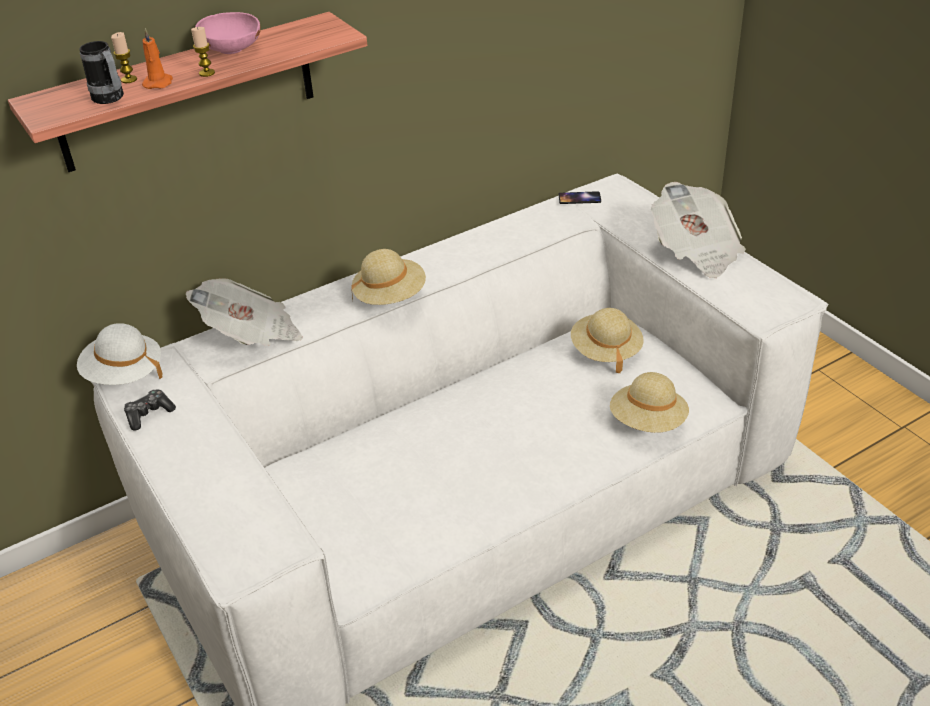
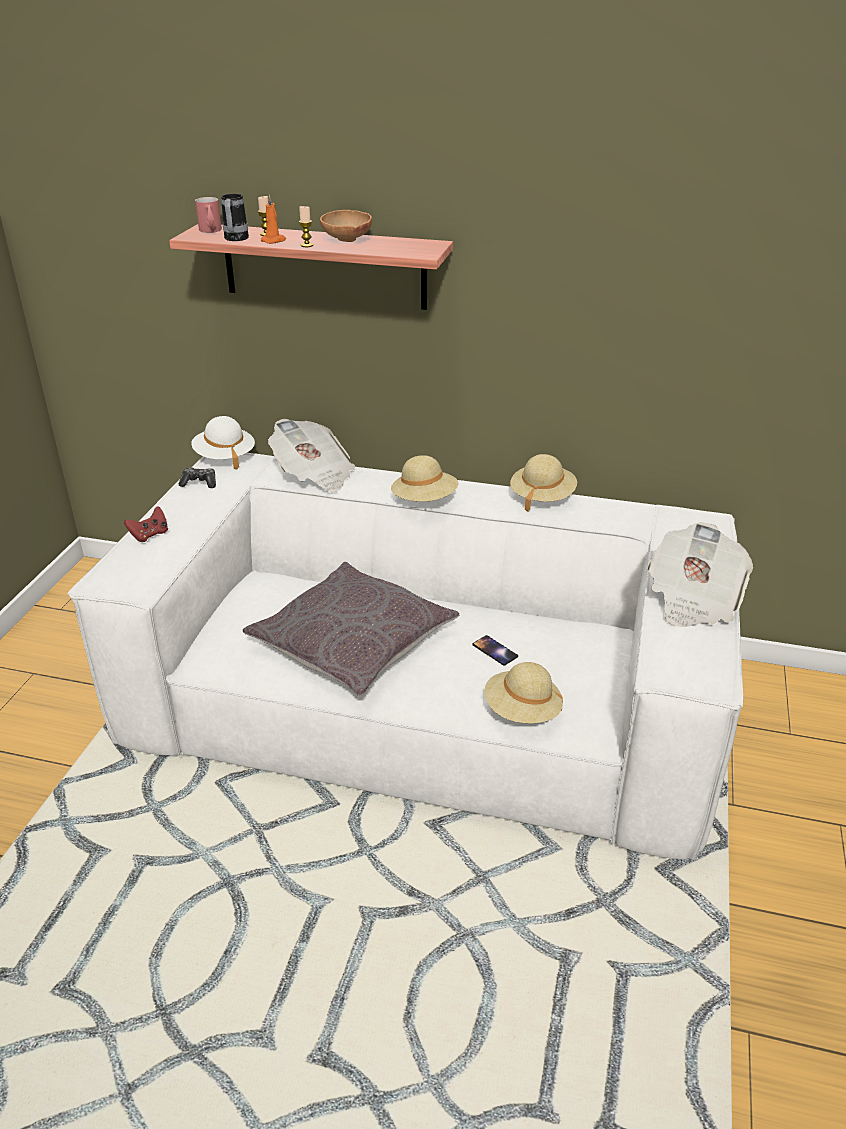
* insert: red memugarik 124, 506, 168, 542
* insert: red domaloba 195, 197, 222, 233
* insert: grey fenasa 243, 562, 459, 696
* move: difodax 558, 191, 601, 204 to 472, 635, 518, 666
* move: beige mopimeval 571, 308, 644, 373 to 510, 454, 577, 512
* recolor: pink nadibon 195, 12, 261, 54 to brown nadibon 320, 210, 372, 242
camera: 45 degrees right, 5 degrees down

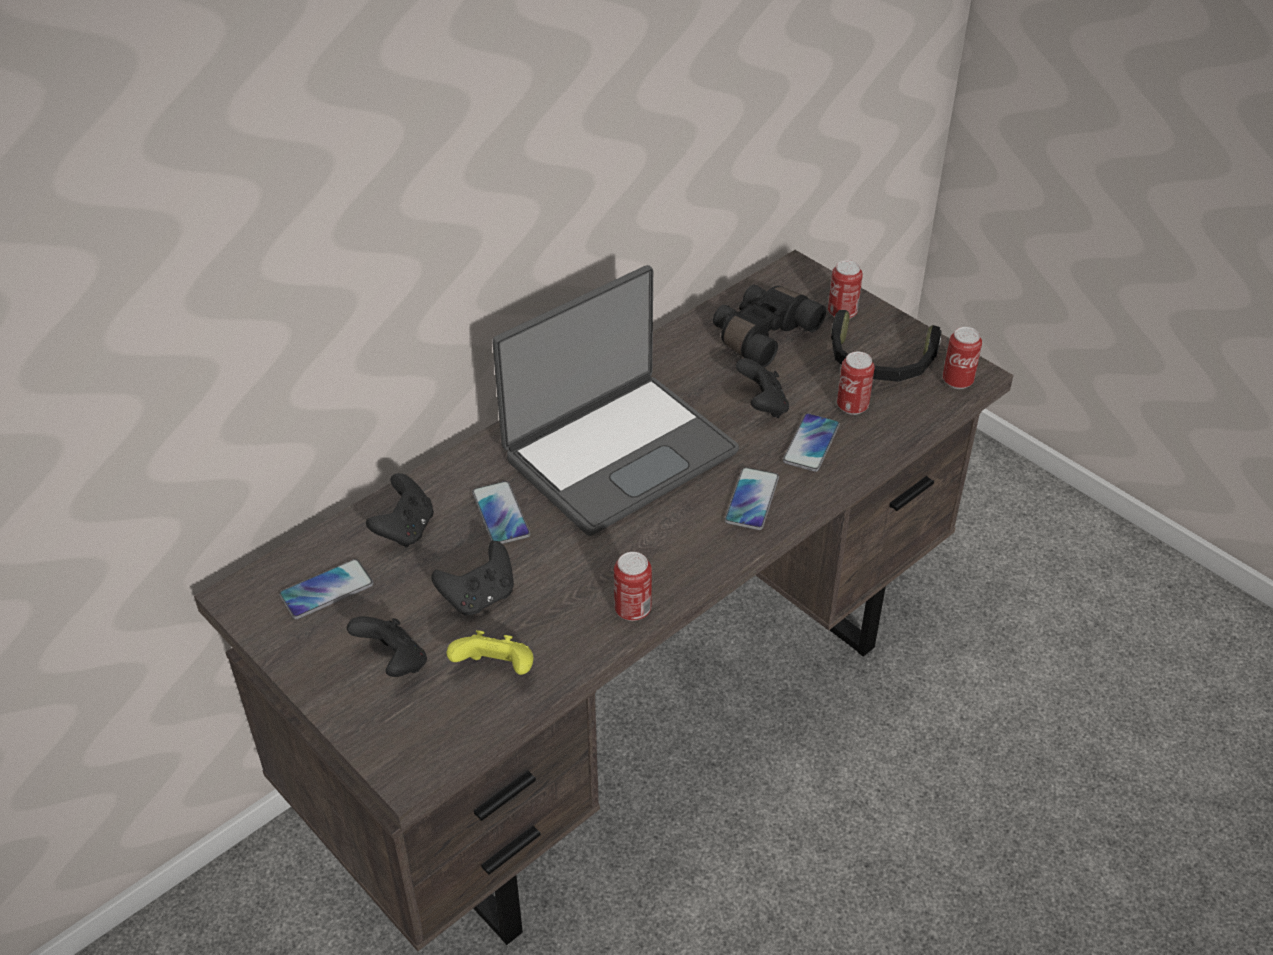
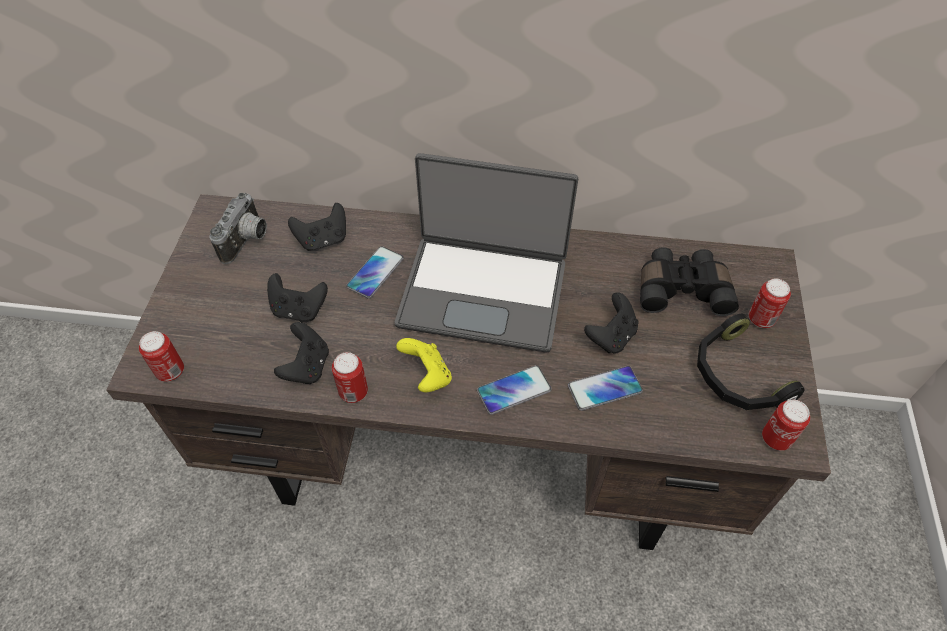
* move: black memugarik 347, 616, 427, 677 to 274, 322, 329, 384
* move: yellow memugarik 447, 630, 533, 675 to 396, 338, 452, 392
* move: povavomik 837, 351, 875, 415 to 139, 331, 184, 382
* replace: difodax 279, 559, 374, 619 to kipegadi 209, 193, 267, 264
camera: 50 degrees right, 10 degrees up

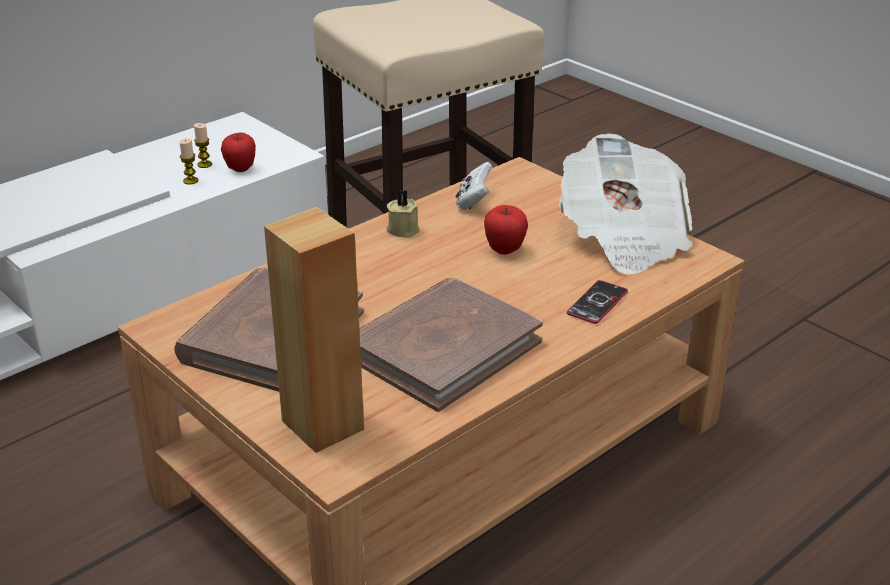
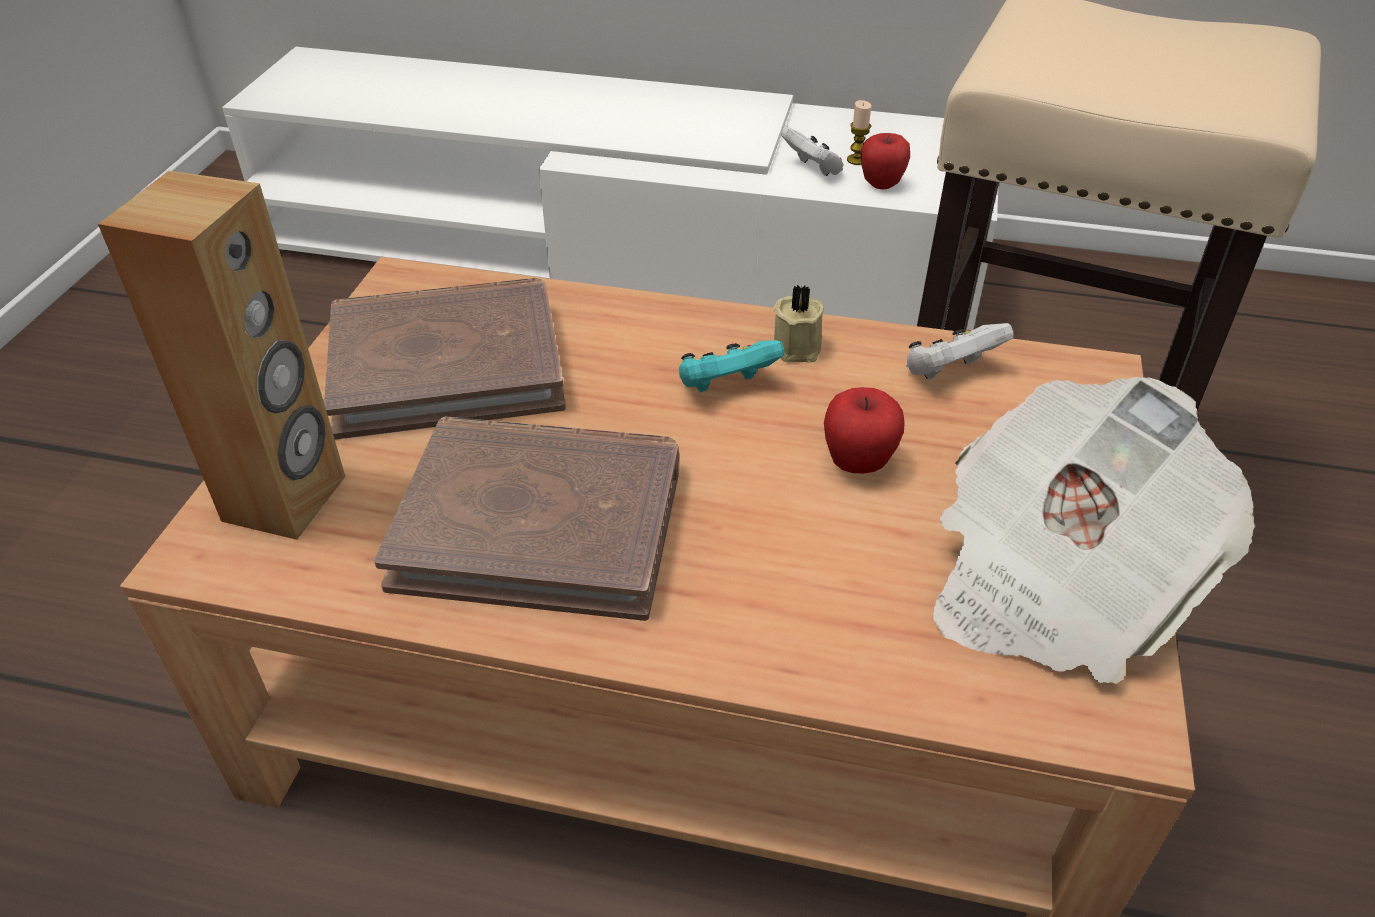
* delete: difodax 567, 280, 628, 324
* insert: turquoise memugarik 679, 340, 784, 393
* replace: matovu 179, 138, 198, 185 to white memugarik 781, 127, 844, 176
camera: 55 degrees right, 10 degrees up

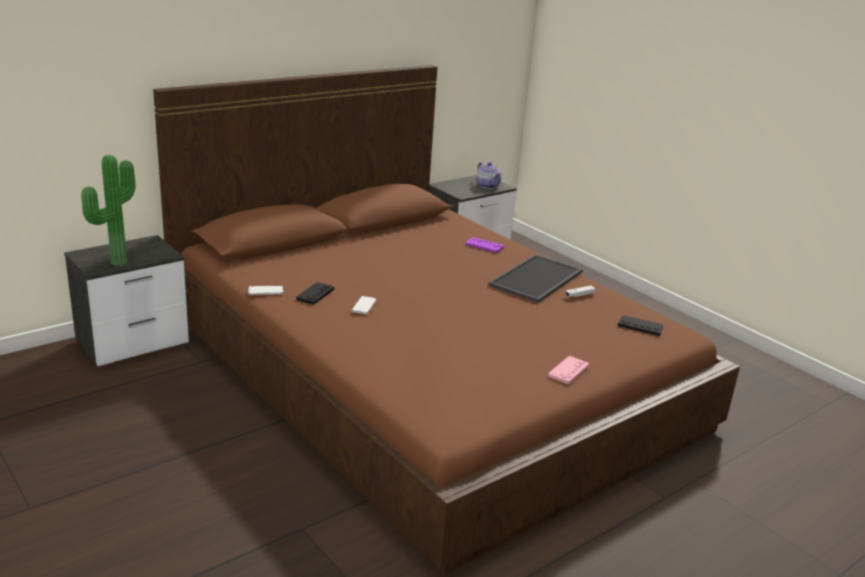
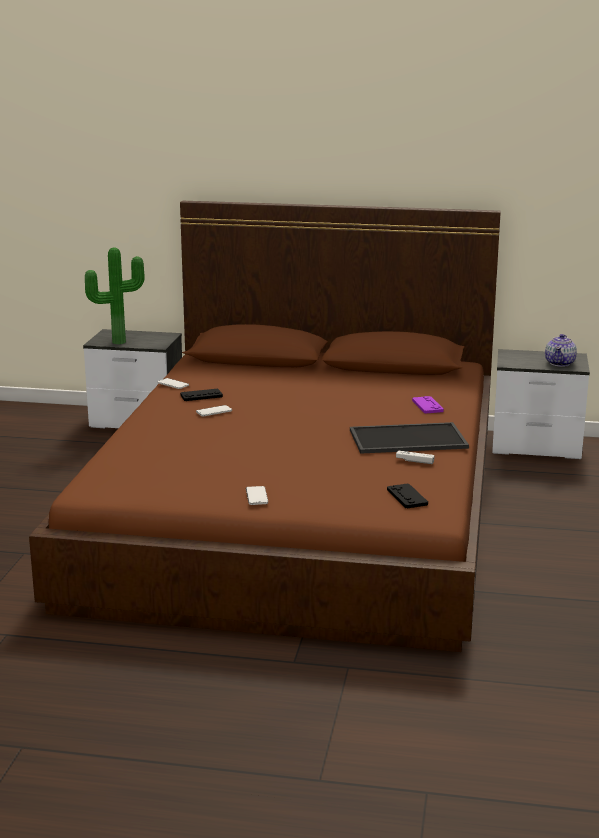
* replace: pink memugarik 548, 356, 589, 384 to difodax 246, 486, 268, 505
camera: 50 degrees right, 5 degrees down

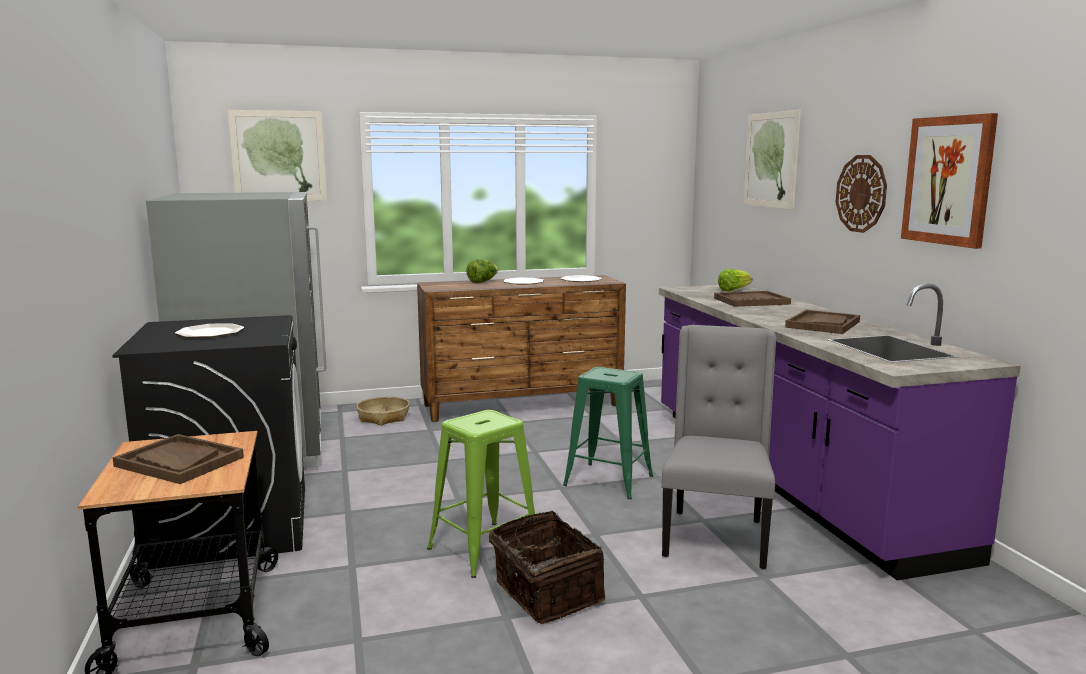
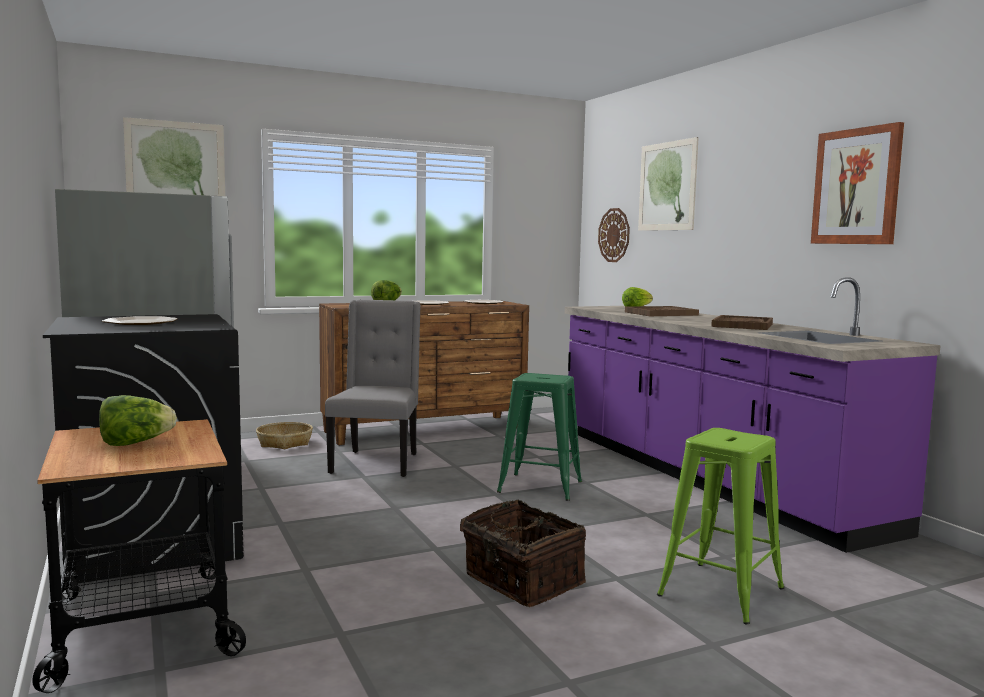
* move: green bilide 427, 410, 535, 578 to 657, 428, 784, 624
* move: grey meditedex 662, 325, 776, 569 to 325, 300, 421, 477
* move: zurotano 836, 155, 887, 233 to 598, 208, 630, 262
* replace: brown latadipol 112, 434, 244, 484 to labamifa 99, 395, 177, 446
camera: 10 degrees left, 5 degrees down

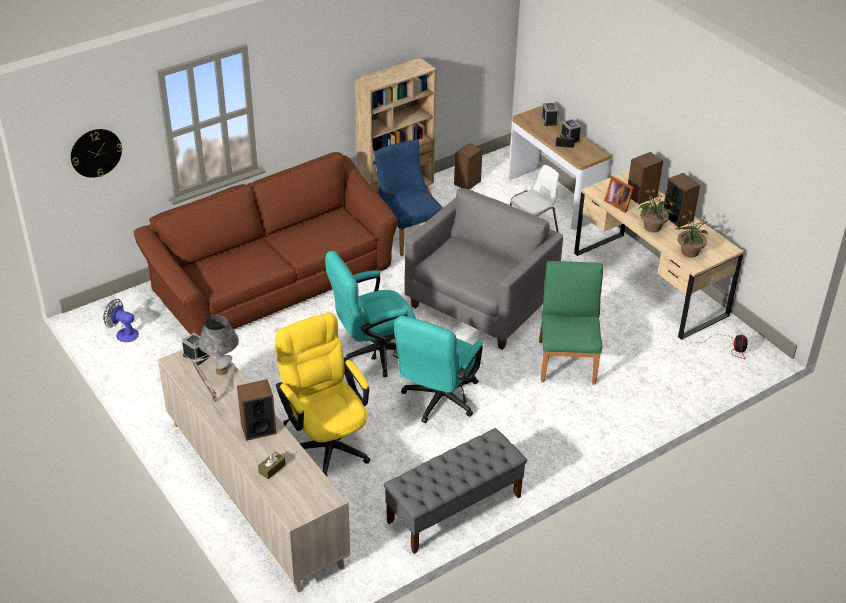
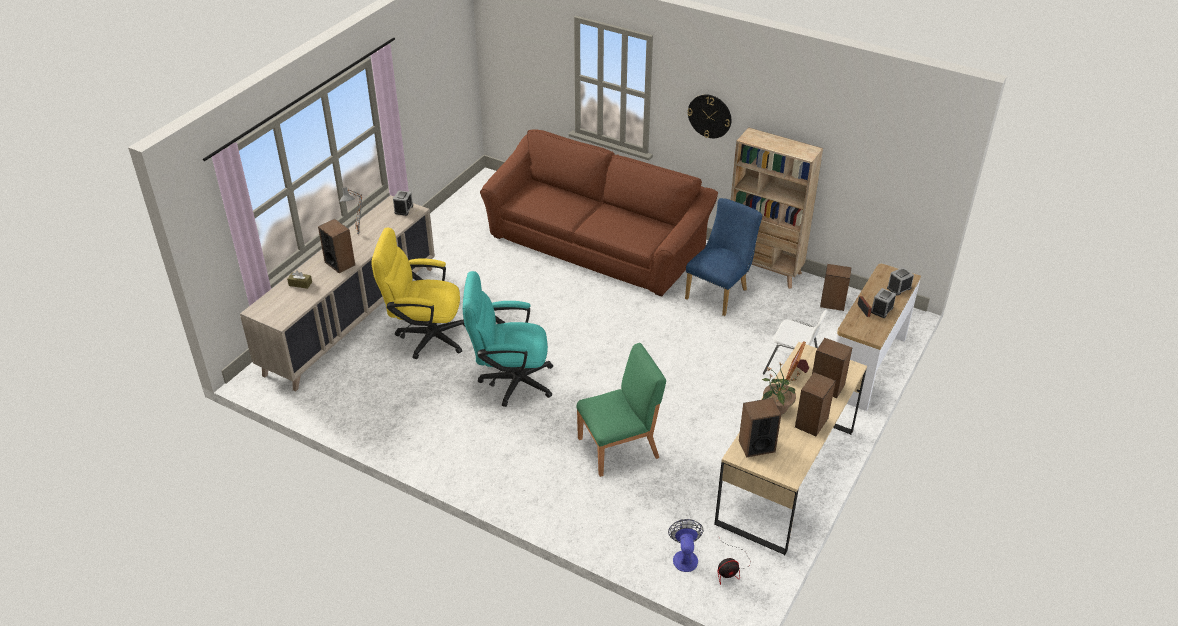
* delete: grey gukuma 198, 315, 239, 375
* delete: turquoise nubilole 325, 251, 416, 377
* delete: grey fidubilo 384, 428, 527, 554
* delete: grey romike 405, 188, 563, 350
* move: zurotano 71, 129, 122, 178 to 688, 94, 731, 138
* move: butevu 103, 299, 139, 342 to 668, 519, 703, 572
* replace: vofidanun 676, 210, 708, 257 to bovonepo 739, 398, 781, 458
* rotate: yellow nubilole 275, 312, 370, 476 = 371, 228, 465, 359 120 degrees counterclockwise
camera: 65 degrees right, 0 degrees up

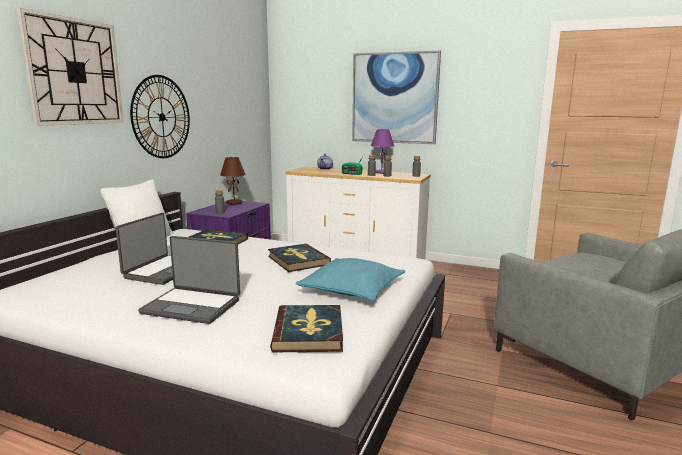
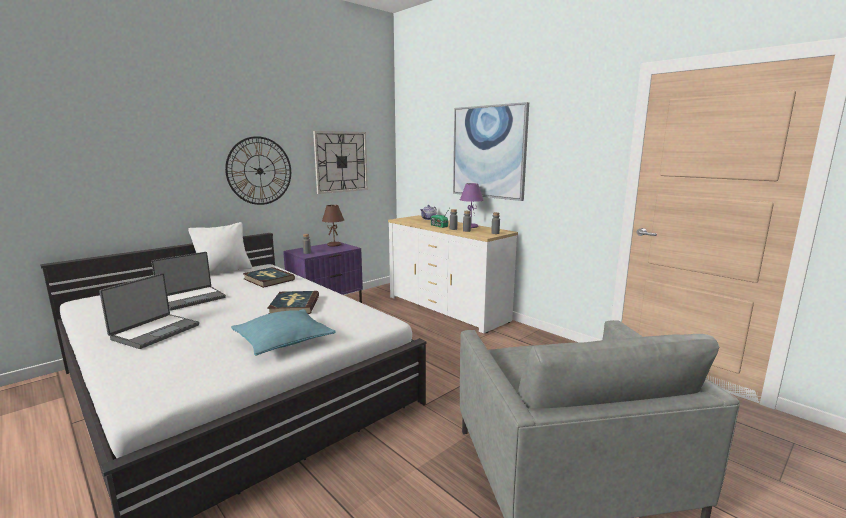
* delete: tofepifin 270, 305, 343, 352
* move: zurotano 16, 8, 124, 126 to 313, 131, 368, 194
* rotate: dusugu 138, 236, 240, 324 = 99, 273, 199, 349 105 degrees counterclockwise
camera: 25 degrees right, 0 degrees up

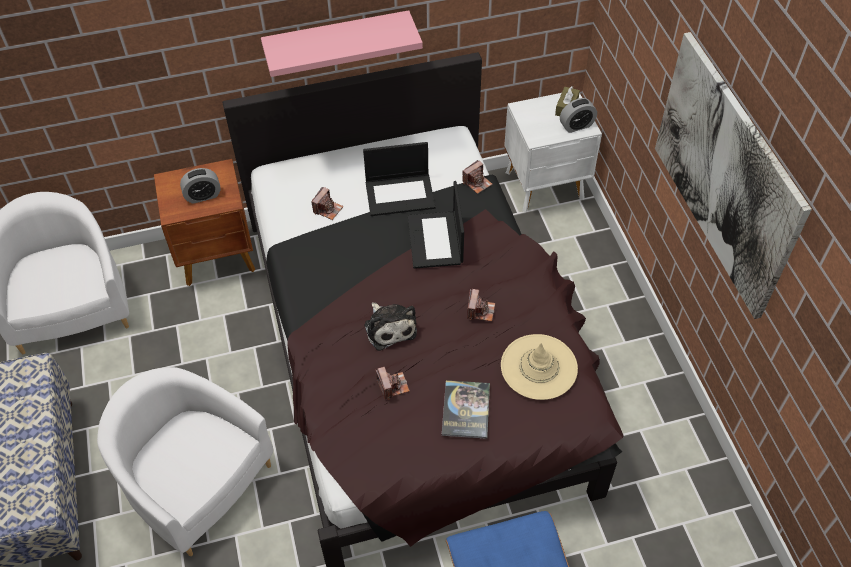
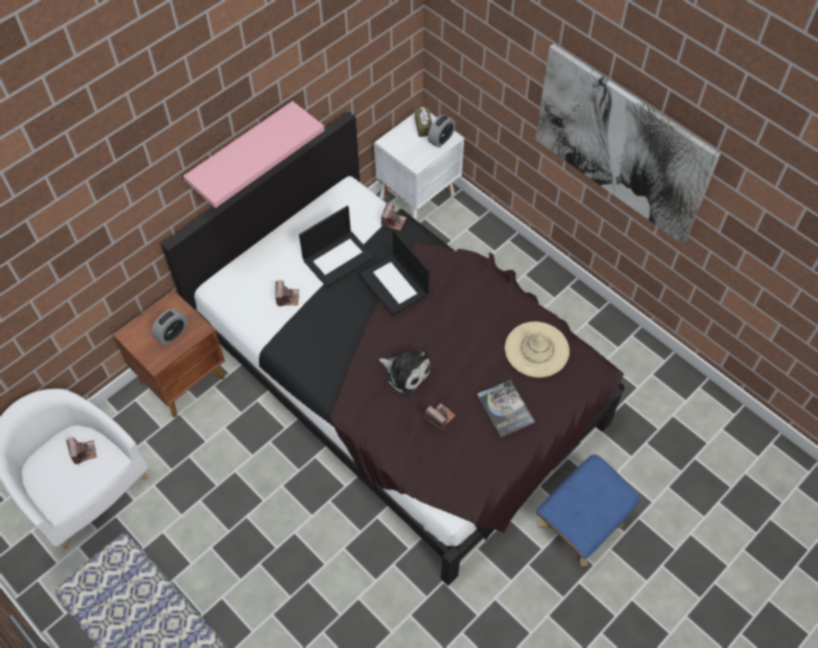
* delete: white romike 97, 367, 274, 556
* move: kipegadi 467, 289, 495, 321 to 66, 437, 97, 465
camera: 30 degrees left, 5 degrees up

